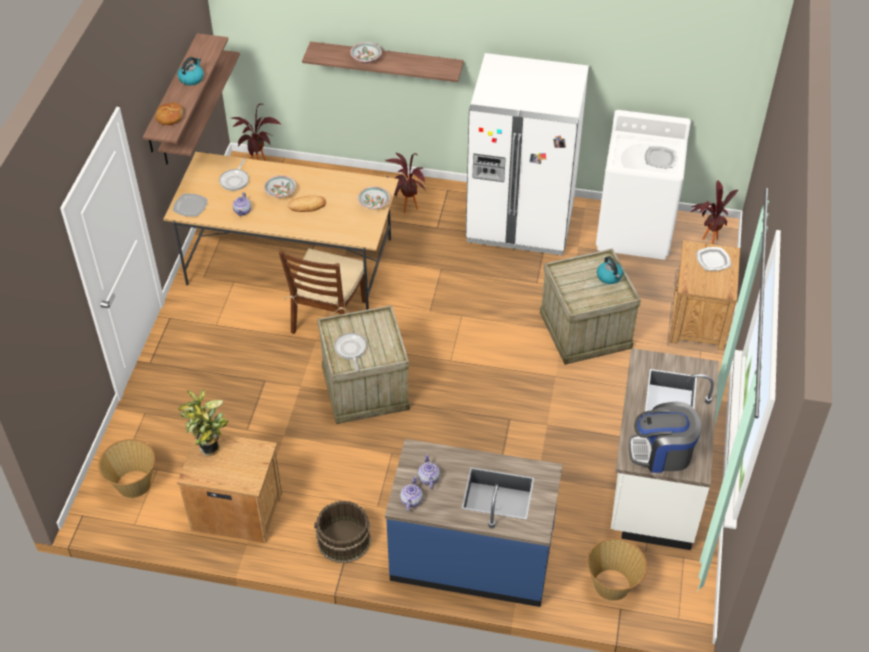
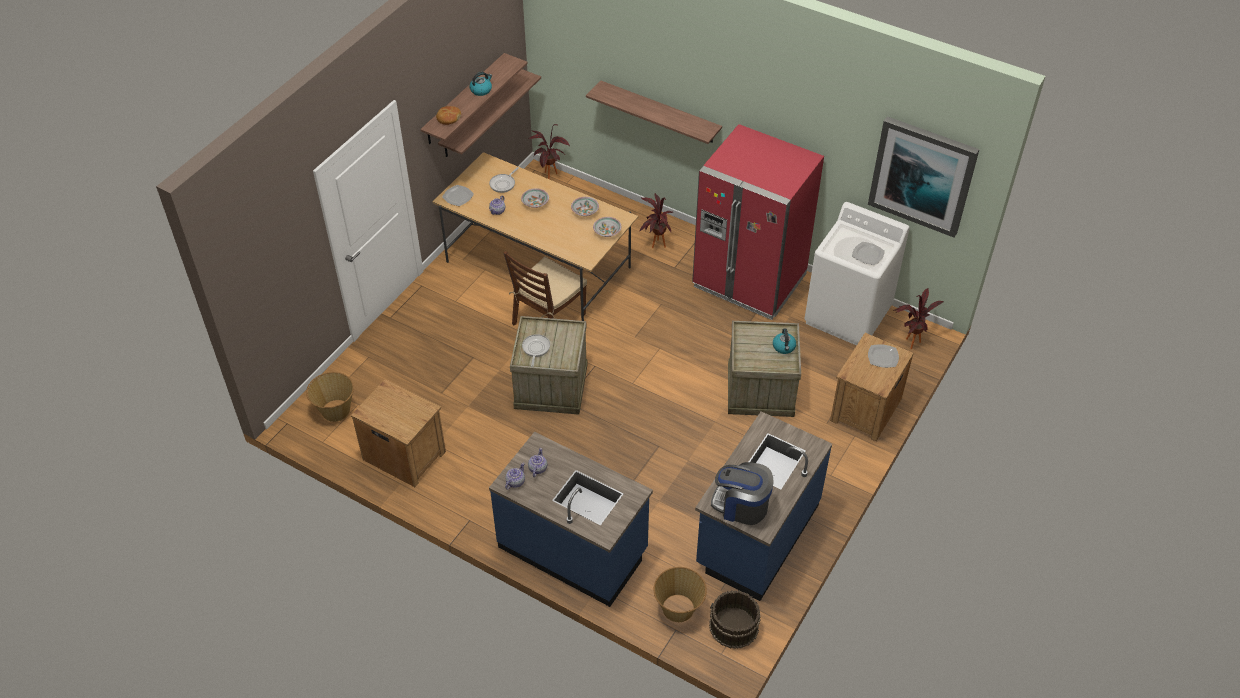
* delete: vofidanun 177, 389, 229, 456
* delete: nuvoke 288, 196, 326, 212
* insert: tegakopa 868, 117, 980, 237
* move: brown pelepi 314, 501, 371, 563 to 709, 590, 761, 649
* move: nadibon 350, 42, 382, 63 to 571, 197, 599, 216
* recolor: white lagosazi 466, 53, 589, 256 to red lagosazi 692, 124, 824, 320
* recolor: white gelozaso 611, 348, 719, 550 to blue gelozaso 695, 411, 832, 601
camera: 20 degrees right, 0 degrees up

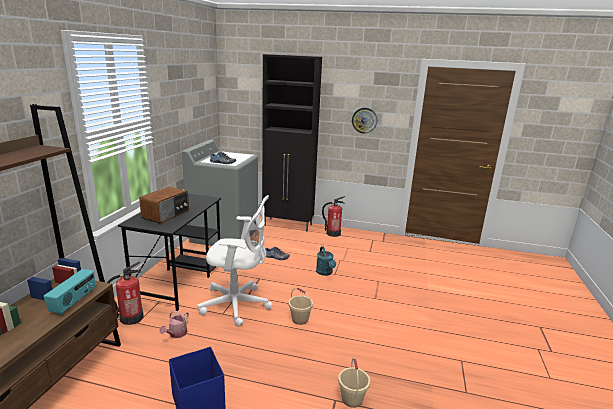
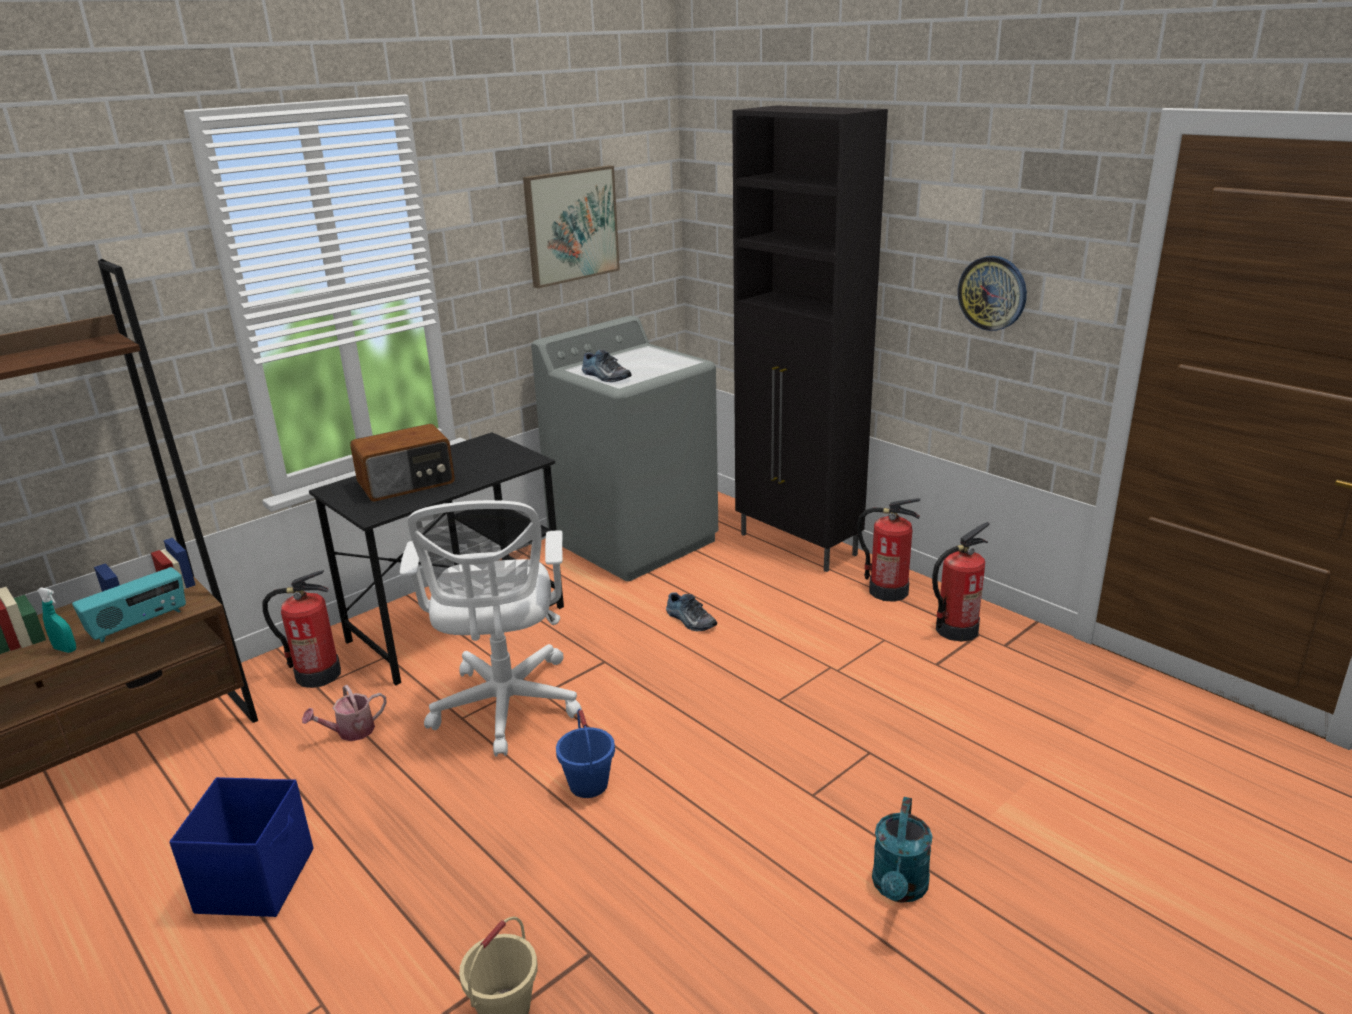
* insert: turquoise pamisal 37, 587, 76, 653
* insert: tegakopa 523, 165, 620, 288
* insert: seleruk 932, 522, 990, 642
* move: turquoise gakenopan 316, 246, 336, 276 to 872, 797, 933, 903
* recolor: beige pelepi 289, 288, 313, 325 to blue pelepi 556, 709, 615, 798
* rotate: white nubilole 197, 195, 273, 327 = 400, 500, 582, 757 45 degrees clockwise
camera: 35 degrees right, 5 degrees up

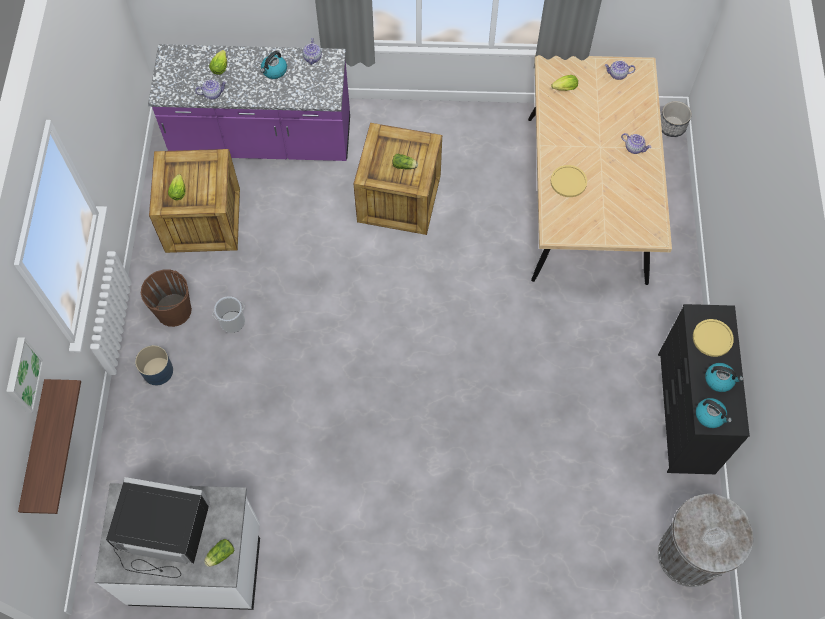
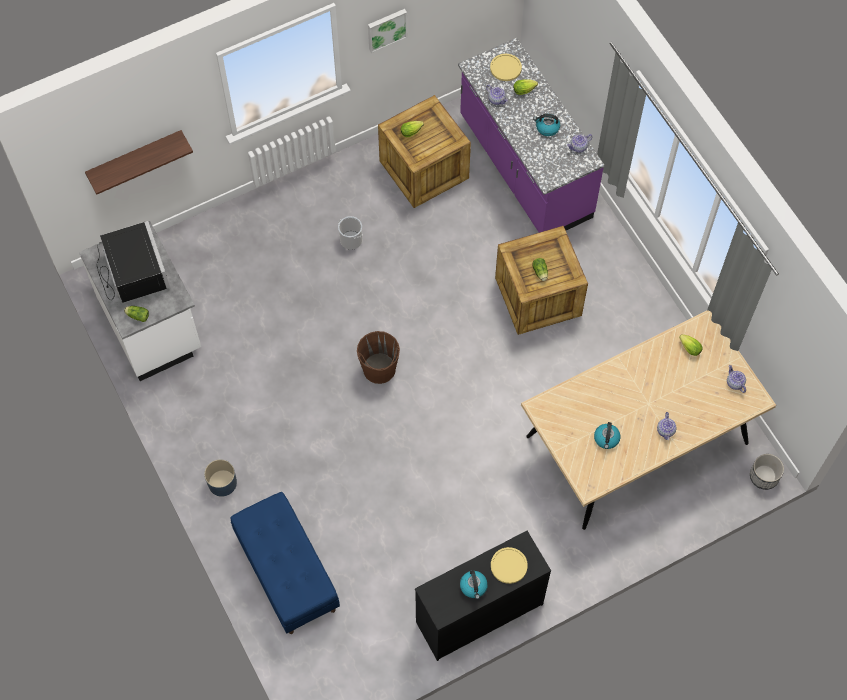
* delete: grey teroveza 658, 494, 753, 587
* insert: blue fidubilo 230, 492, 340, 634
* move: tegakopa 6, 337, 43, 412 to 368, 9, 407, 53
* move: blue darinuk 135, 345, 173, 385 to 204, 459, 237, 497
* move: brown pelepi 141, 269, 192, 327 to 357, 331, 400, 384
* move: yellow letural 551, 165, 587, 197 to 490, 54, 522, 81
* move: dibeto 696, 398, 732, 428 to 594, 422, 620, 449
camera: 60 degrees right, 0 degrees up

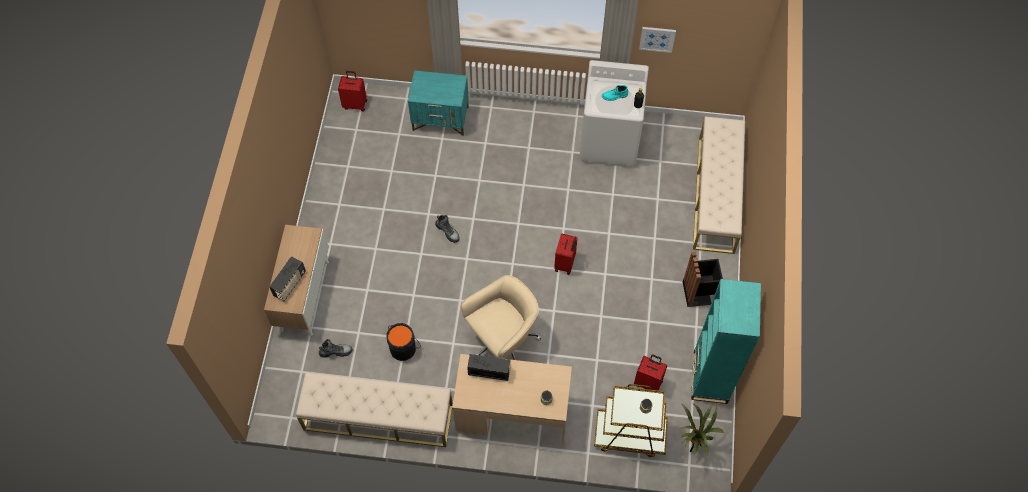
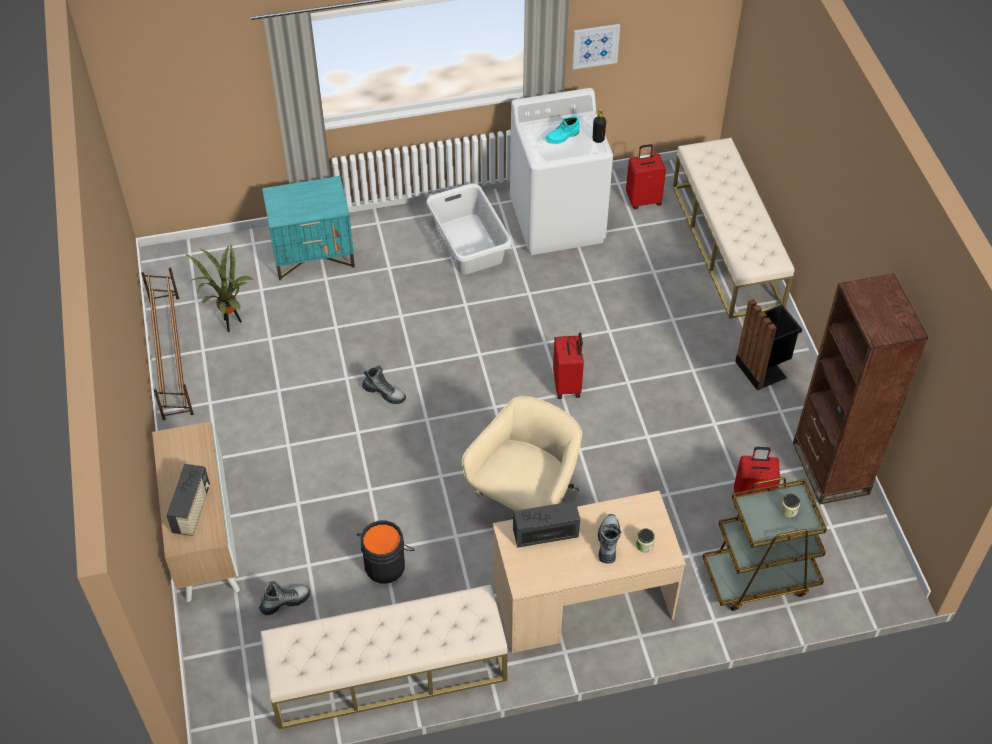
* insert: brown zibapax 141, 267, 194, 420
* insert: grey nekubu 426, 183, 512, 275
* insert: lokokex 598, 514, 621, 564
* move: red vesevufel 338, 71, 367, 112 to 626, 144, 666, 209
* move: vofidanun 680, 403, 724, 455 to 186, 244, 255, 332
* recolor: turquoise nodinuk 691, 279, 761, 404 to brown nodinuk 793, 273, 928, 505
camera: 20 degrees left, 10 degrees down

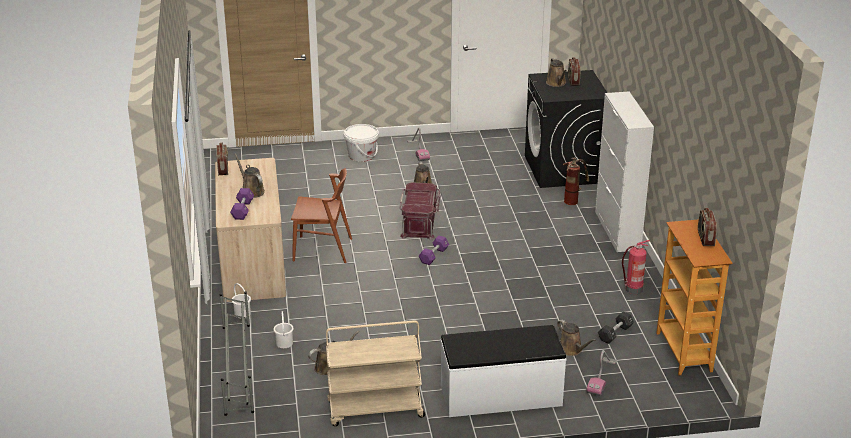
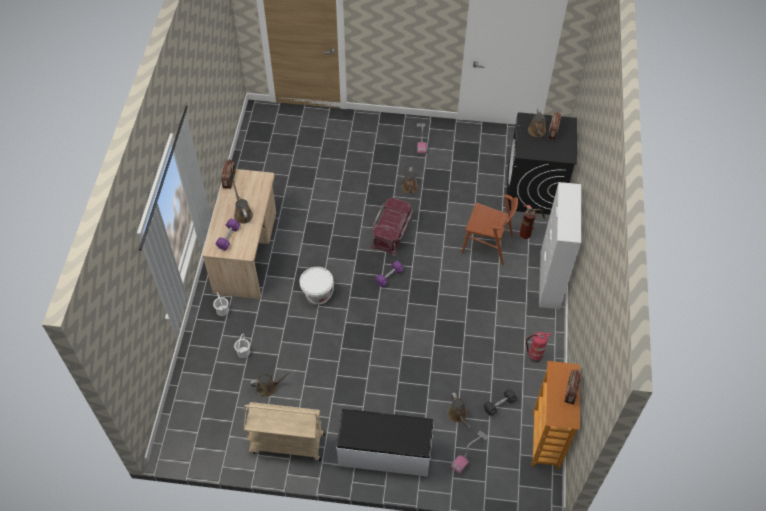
* delete: grey zibapax 219, 292, 254, 416
* move: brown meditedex 291, 168, 352, 263 to 462, 194, 518, 265
* move: white pelepi 344, 124, 379, 162 to 300, 267, 334, 305
camera: 15 degrees right, 25 degrees up

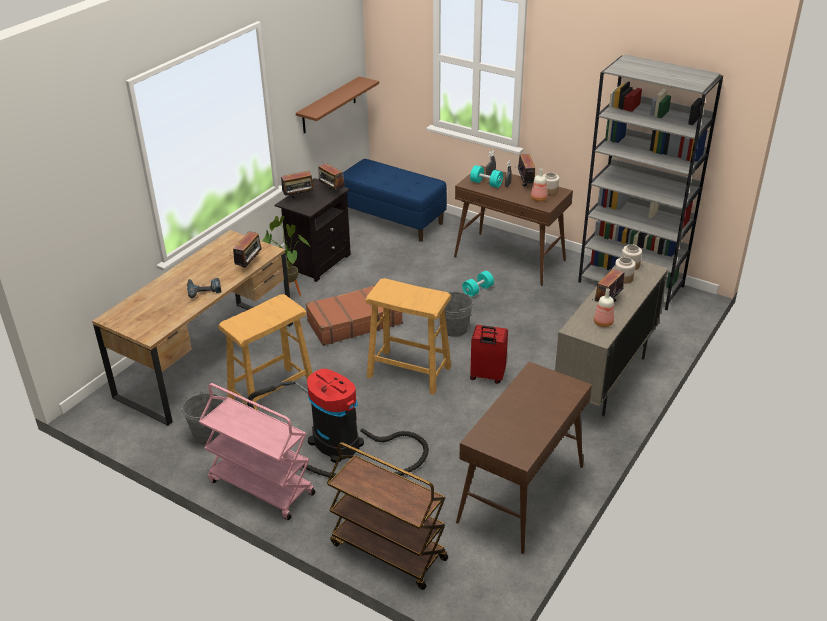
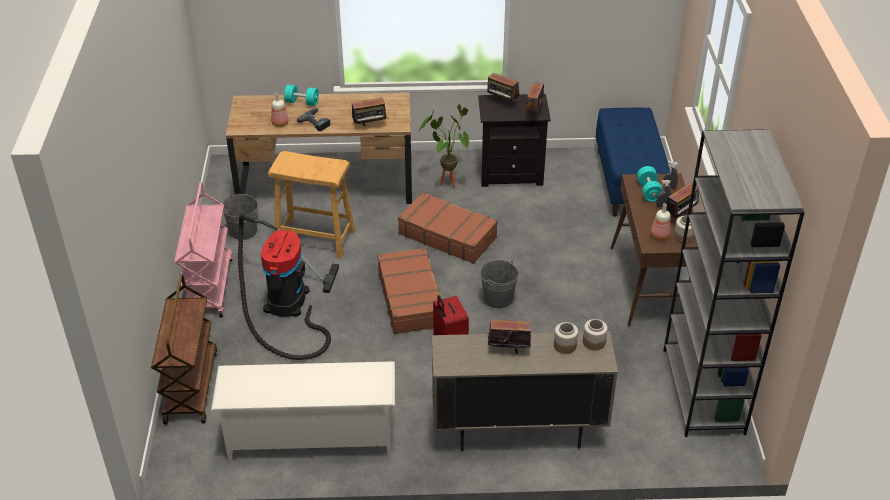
* delete: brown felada 296, 76, 379, 134
* move: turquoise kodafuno 462, 271, 494, 297 to 284, 85, 319, 106
* move: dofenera 594, 288, 614, 327 to 271, 93, 289, 127
* replace: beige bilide 365, 278, 451, 395 to brown vesevufel 377, 248, 441, 334
* replace: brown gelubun 456, 362, 592, 554 to white zibapax 211, 361, 395, 462
camera: 55 degrees right, 5 degrees up

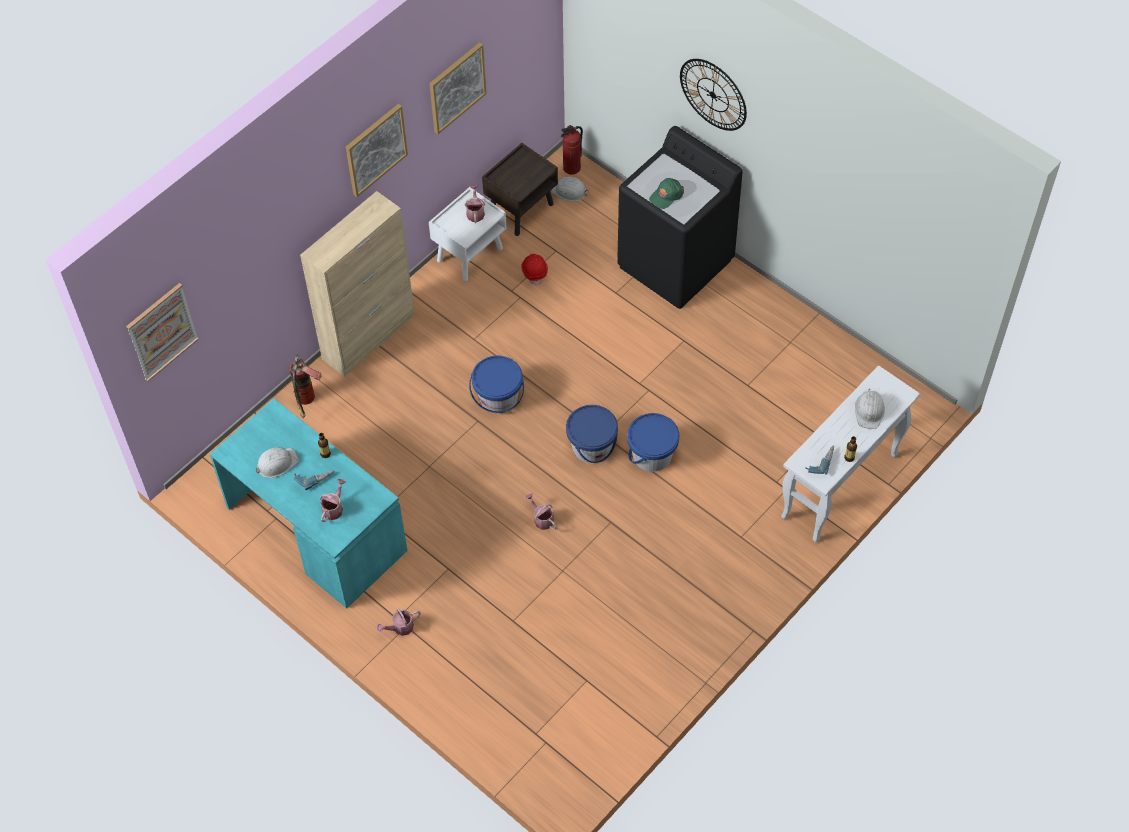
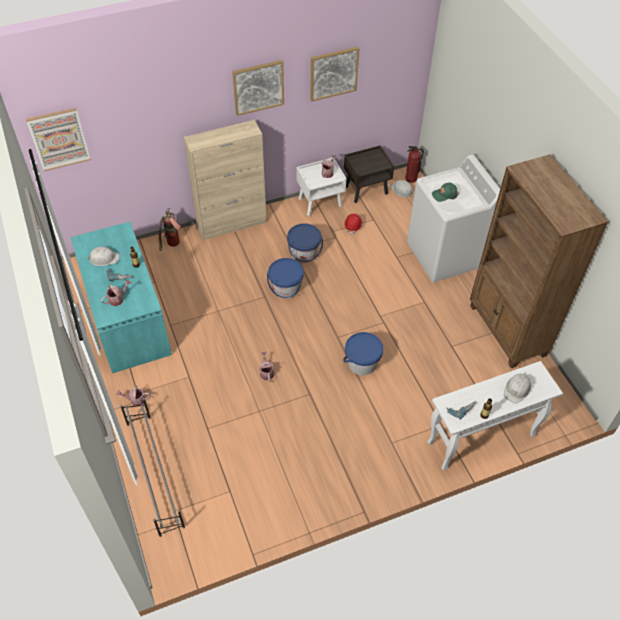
* delete: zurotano 680, 59, 747, 131
* insert: grey zibapax 120, 398, 185, 537
* insert: brown nodinuk 470, 154, 609, 368
* move: blue pelepi 566, 405, 618, 463 to 287, 223, 323, 263
* recolor: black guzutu 617, 126, 743, 309 to white guzutu 407, 154, 500, 282
camera: 25 degrees right, 5 degrees down

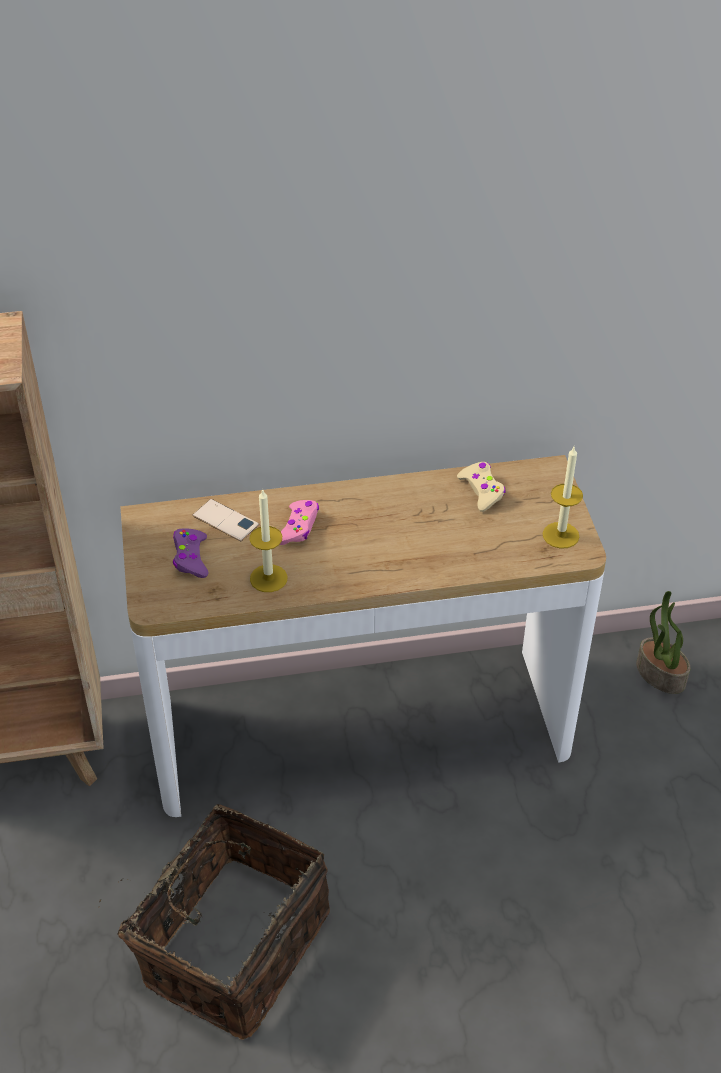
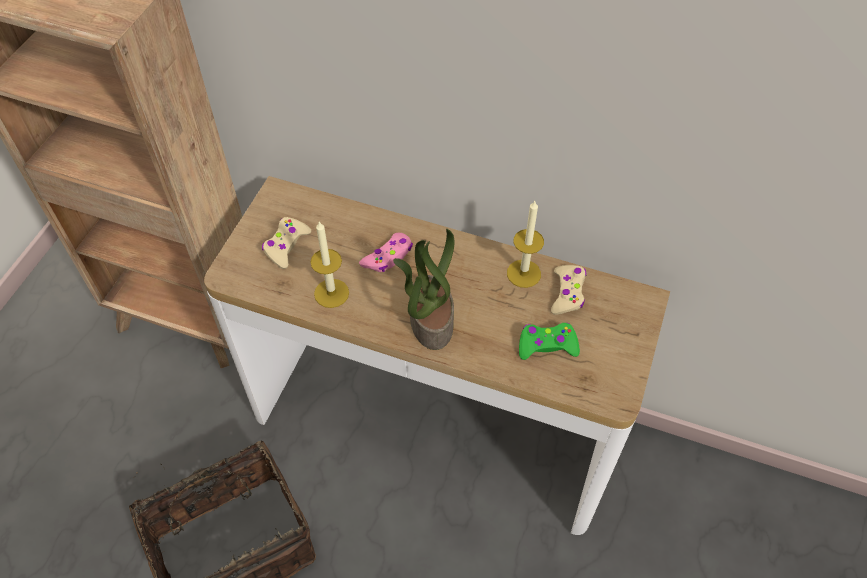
* delete: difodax 193, 499, 259, 541
* insert: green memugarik 519, 323, 580, 360
* move: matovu 543, 447, 583, 549 to 507, 201, 544, 288
* move: vofidanun 636, 591, 690, 694 to 393, 229, 455, 350
* recolor: purple memugarik 173, 528, 208, 578 to beige memugarik 262, 217, 311, 269
camera: 30 degrees right, 10 degrees up

